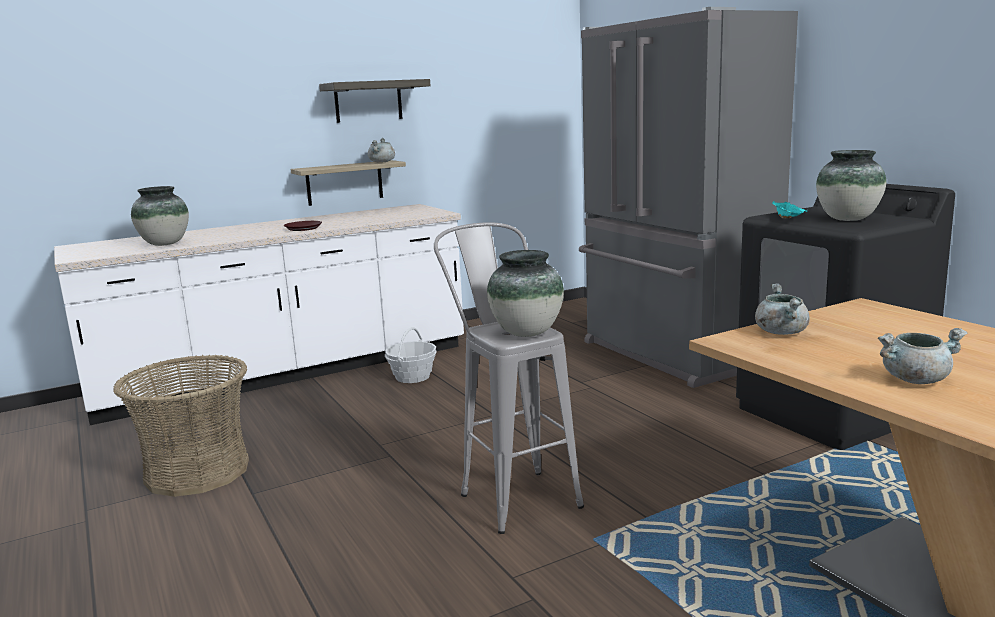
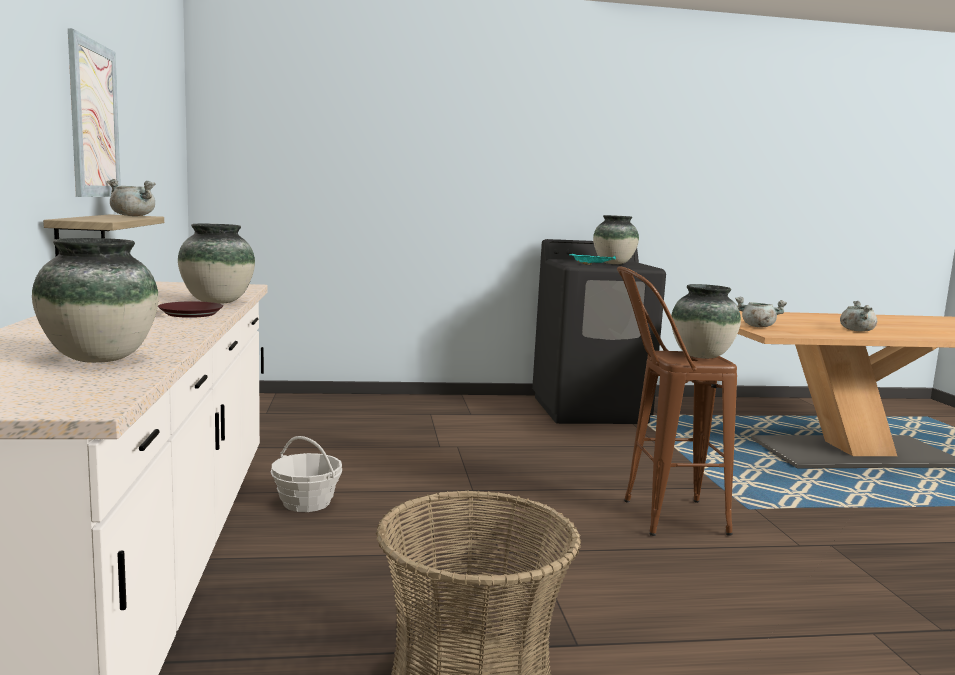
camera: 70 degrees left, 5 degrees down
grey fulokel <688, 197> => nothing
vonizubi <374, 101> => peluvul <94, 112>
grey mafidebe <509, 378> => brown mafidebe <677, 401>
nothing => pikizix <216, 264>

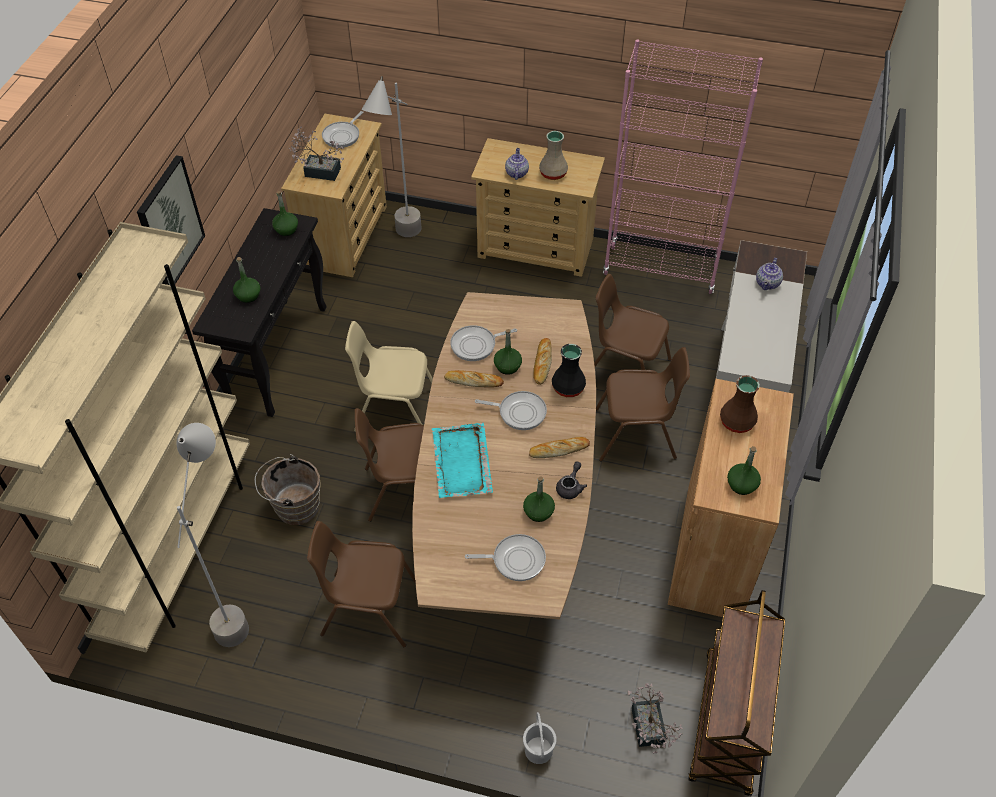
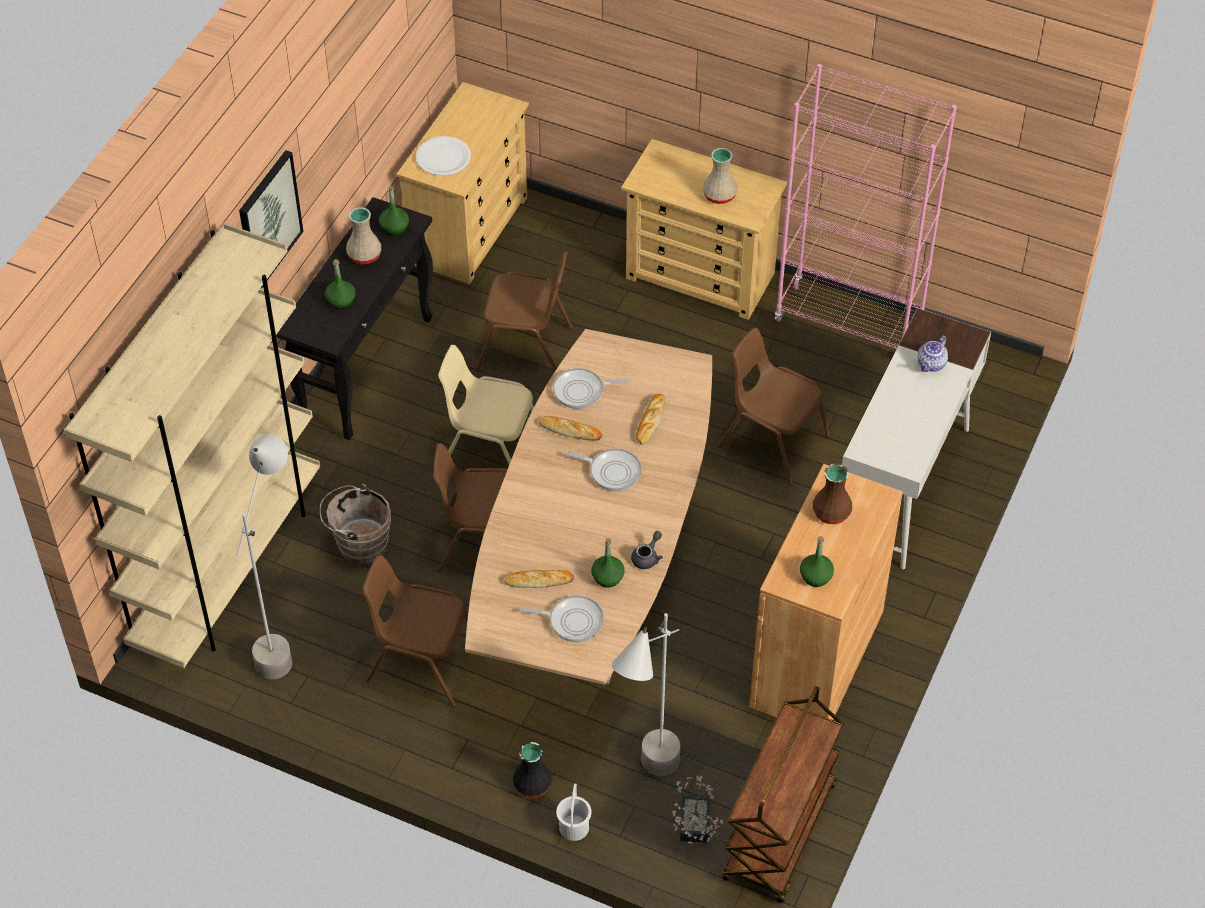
camera: 10 degrees right, 0 degrees up
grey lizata <392, 156> => grey lizata <646, 694>, relocated
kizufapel <342, 129> => nothing
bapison <317, 154> => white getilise <443, 156>
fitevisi <517, 164> => nothing
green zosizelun <508, 352> => nothing
black pikizix <569, 370> => black pikizix <532, 770>, relocated
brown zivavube <643, 404> => brown zivavube <524, 311>, relocated
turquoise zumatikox <462, 460> => nothing
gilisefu <559, 447> => gilisefu <539, 579>, relocated
nothing => beige pikizix <363, 235>

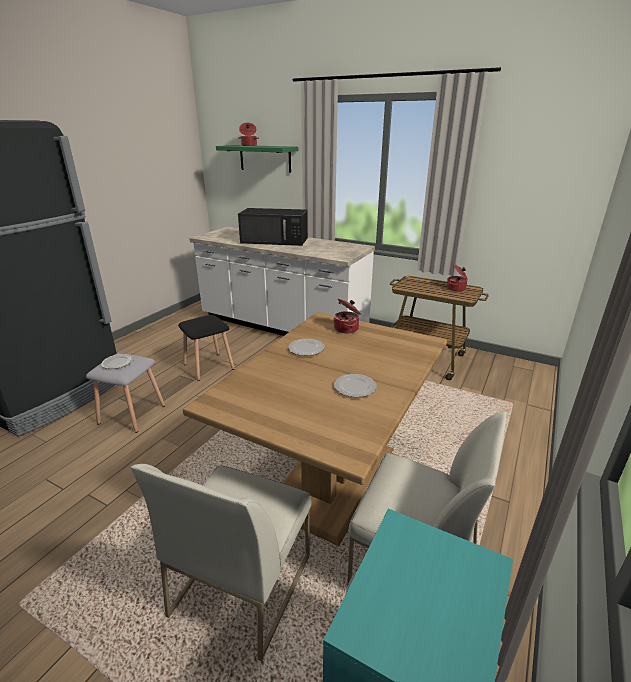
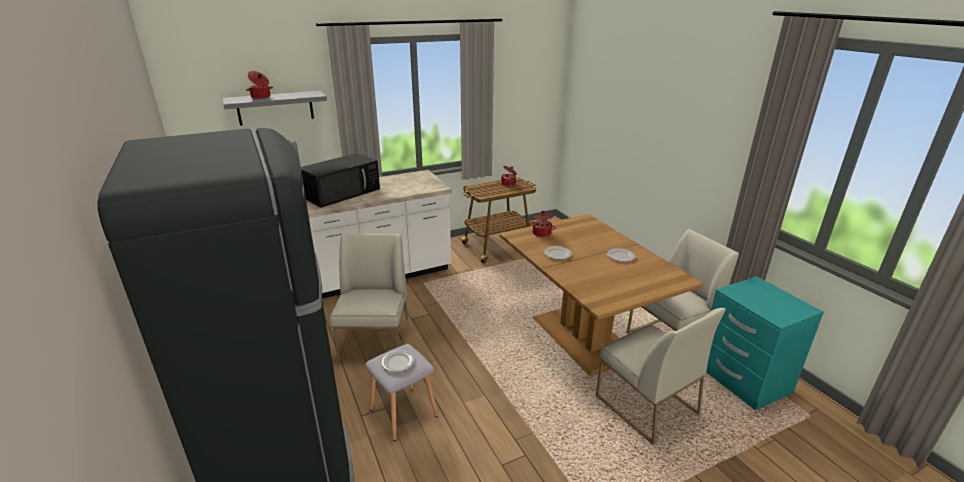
camera: 55 degrees left, 0 degrees up
green vonizubi <257, 159> => grey vonizubi <274, 108>
black mafidebe <206, 348> => white zivavube <369, 298>

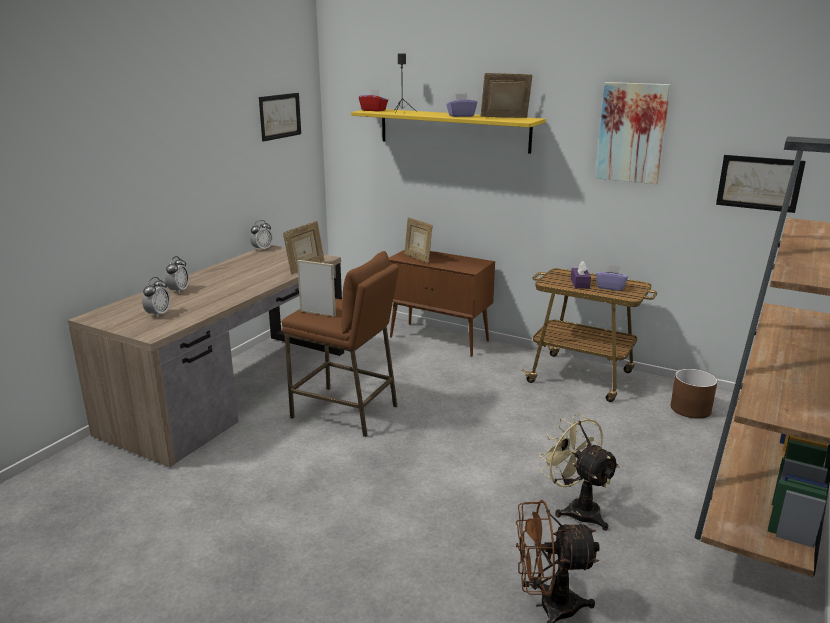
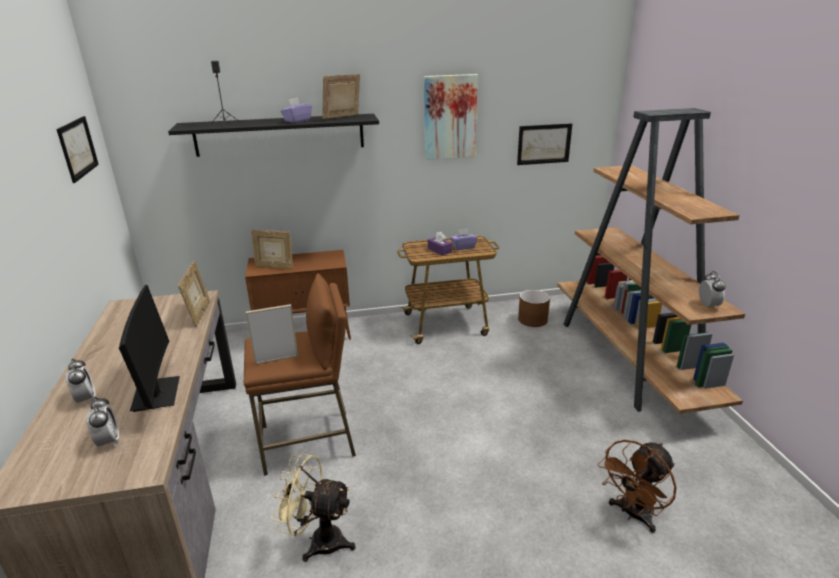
camera: 40 degrees left, 5 degrees up
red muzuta <373, 100> => nothing
yellow vonizubi <448, 131> => black vonizubi <273, 135>
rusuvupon <261, 235> => rusuvupon <712, 290>, relocated
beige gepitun <579, 472> => beige gepitun <313, 508>, relocated
nothing => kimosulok <149, 348>

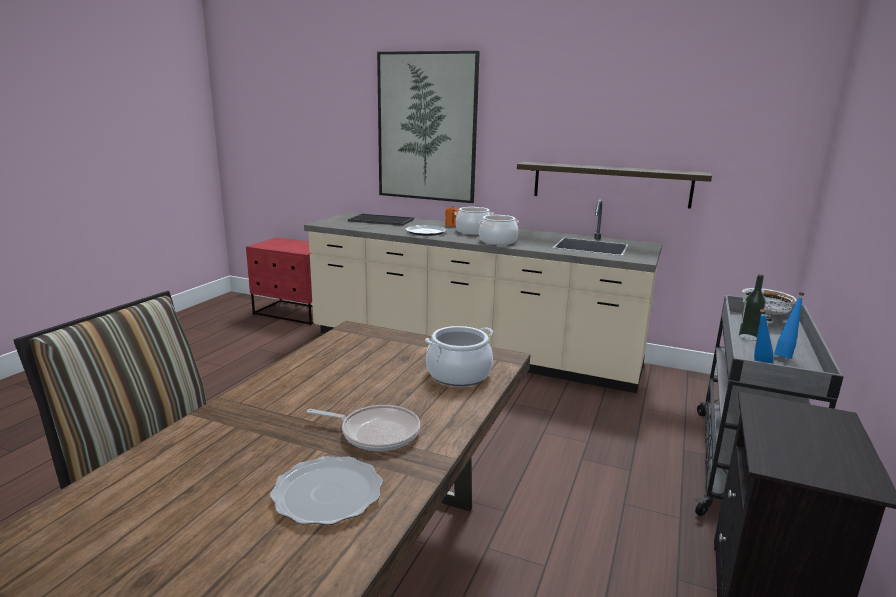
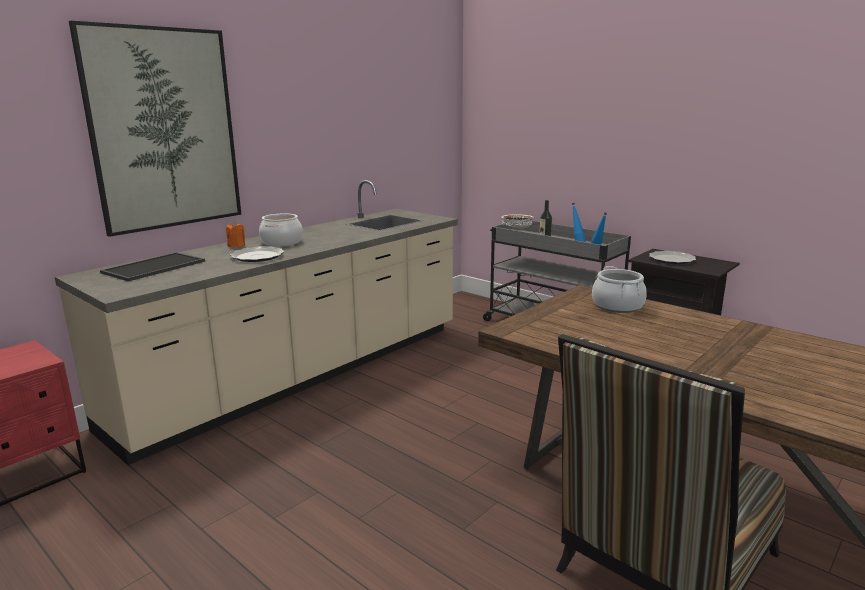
camera: 70 degrees left, 0 degrees up
vonizubi <614, 185> => nothing
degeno <499, 230> => nothing
kizufapel <363, 428> => nothing
getilise <326, 490> => getilise <672, 257>, relocated

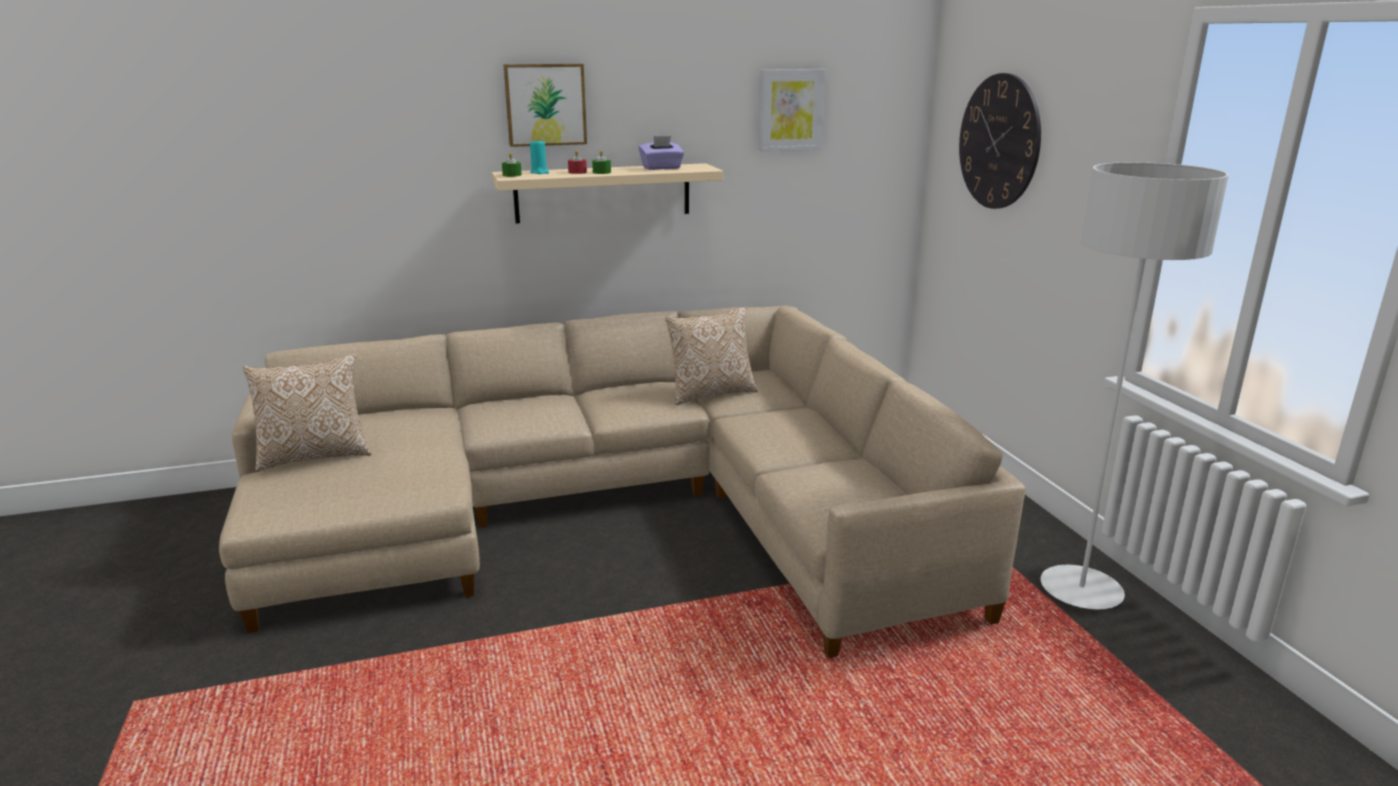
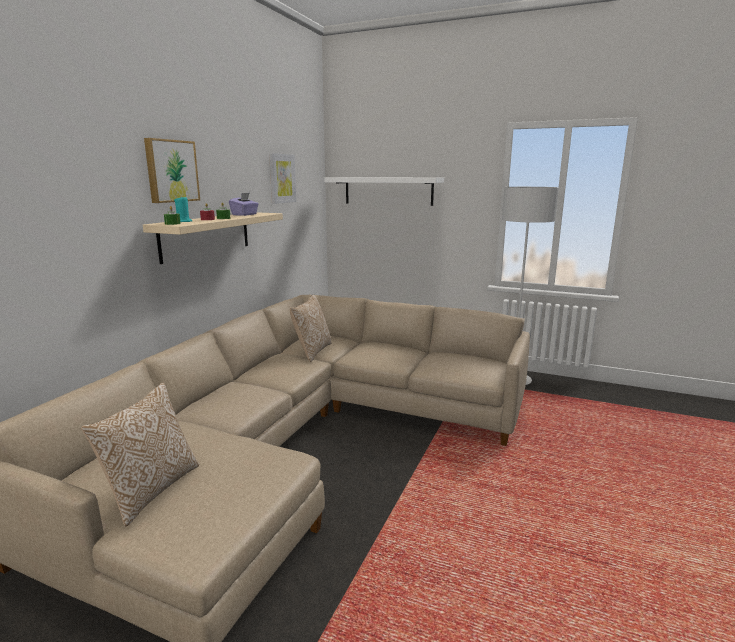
camera: 50 degrees left, 5 degrees down
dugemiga <1000, 141> => white vonizubi <384, 191>

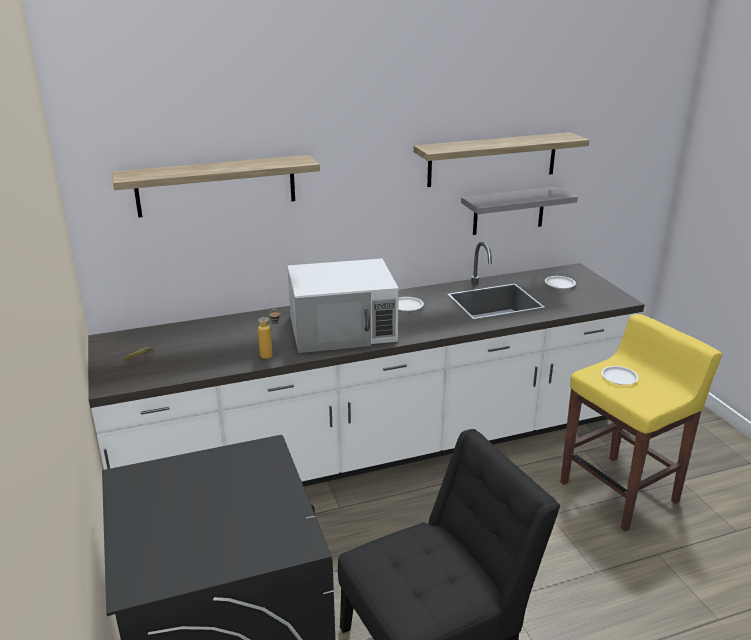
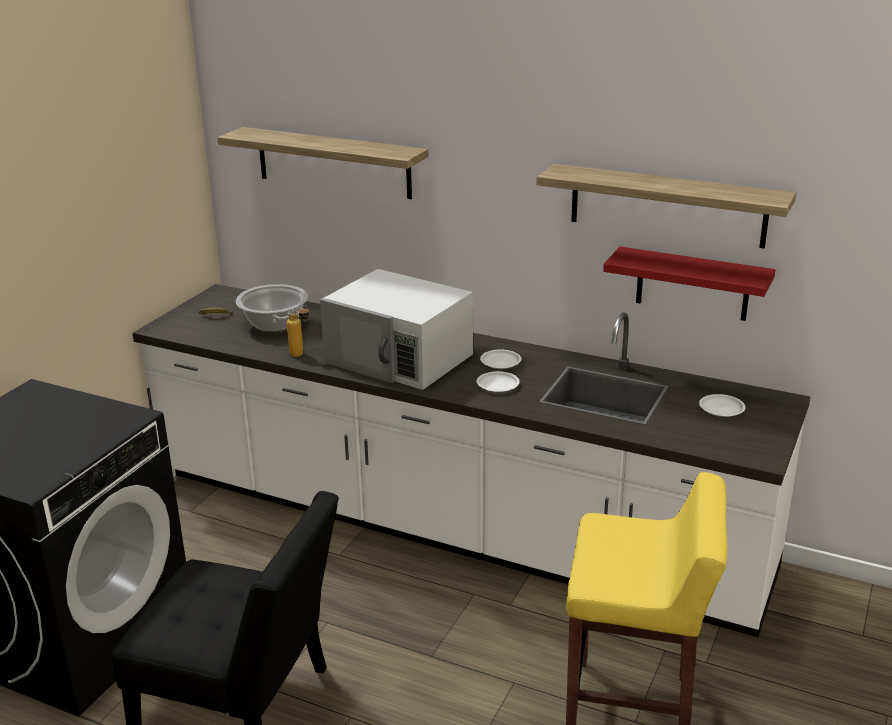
camera: 45 degrees right, 0 degrees up
grey vonizubi <519, 211> => red vonizubi <689, 283>
white getilise <620, 375> => white getilise <498, 381>, relocated
nothing => degeno <272, 308>

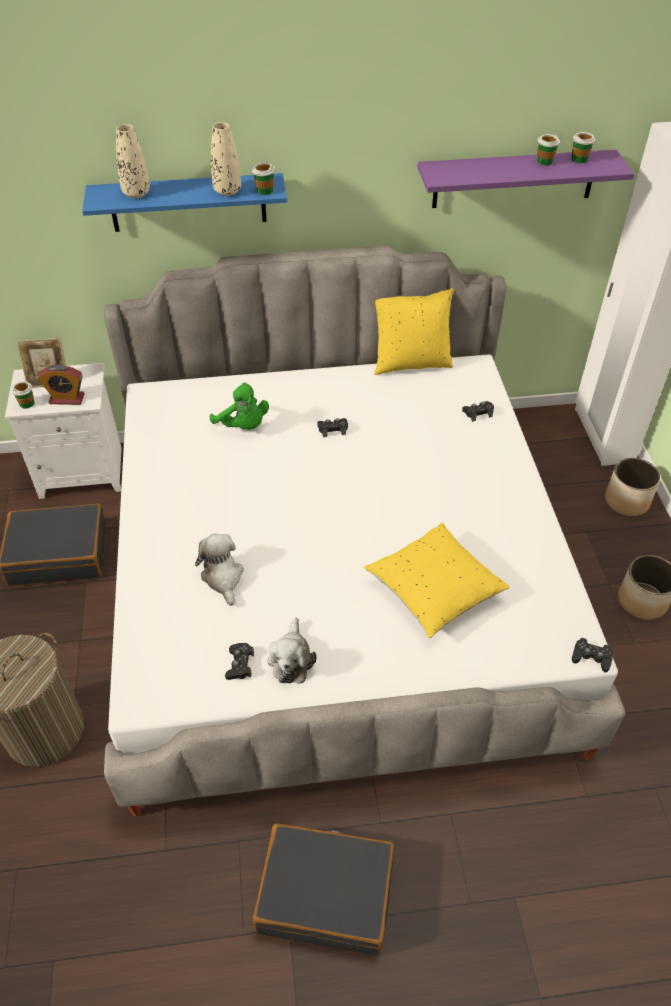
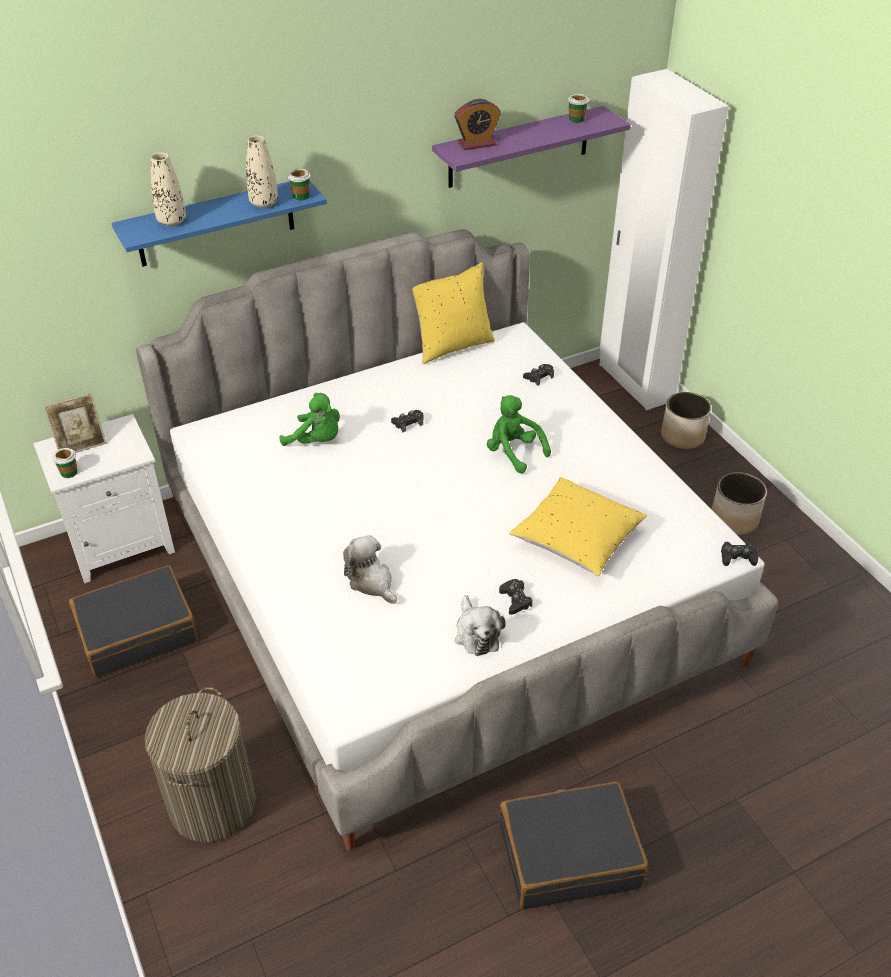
camera: 20 degrees left, 5 degrees down
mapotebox <548, 150> => nothing
rusuvupon <61, 384> => rusuvupon <477, 124>, relocated
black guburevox <239, 661> => black guburevox <515, 597>, relocated
nothing => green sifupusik <519, 434>

